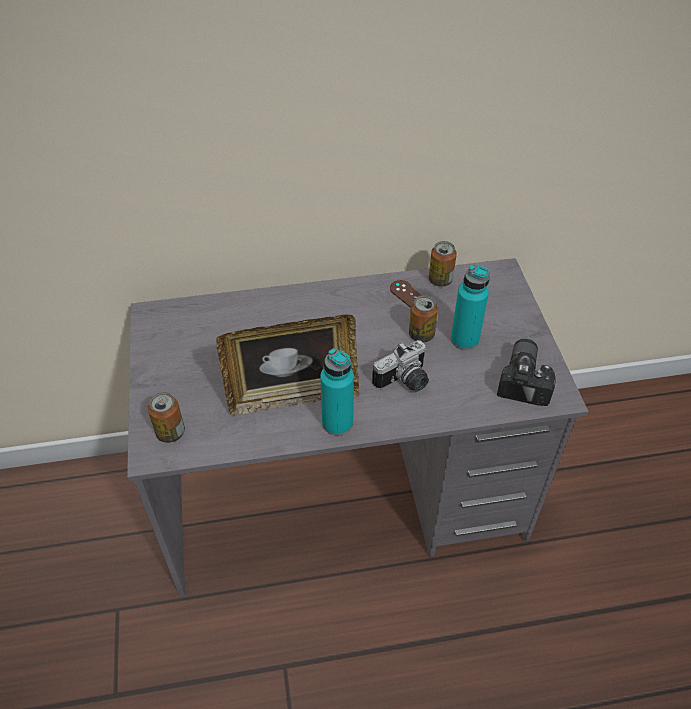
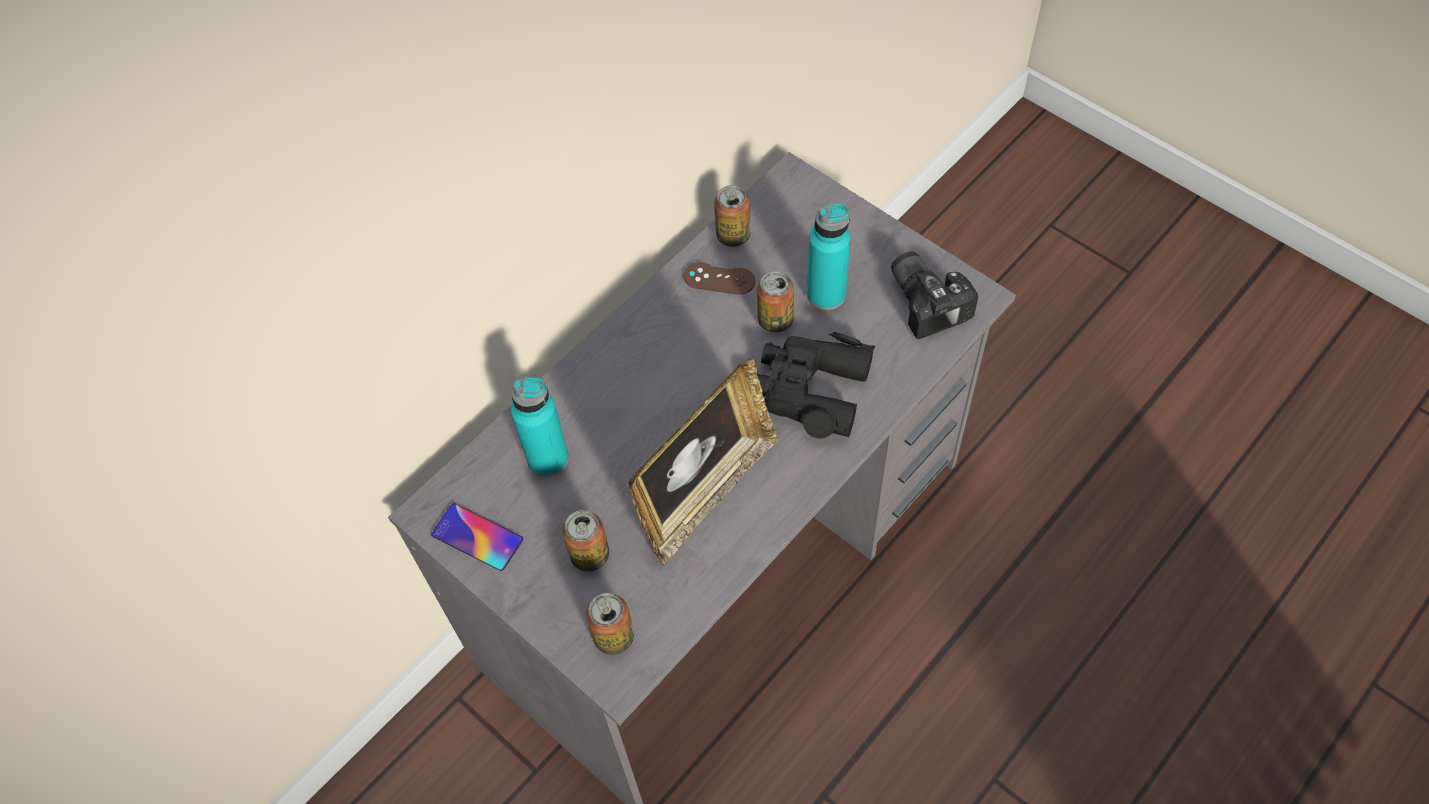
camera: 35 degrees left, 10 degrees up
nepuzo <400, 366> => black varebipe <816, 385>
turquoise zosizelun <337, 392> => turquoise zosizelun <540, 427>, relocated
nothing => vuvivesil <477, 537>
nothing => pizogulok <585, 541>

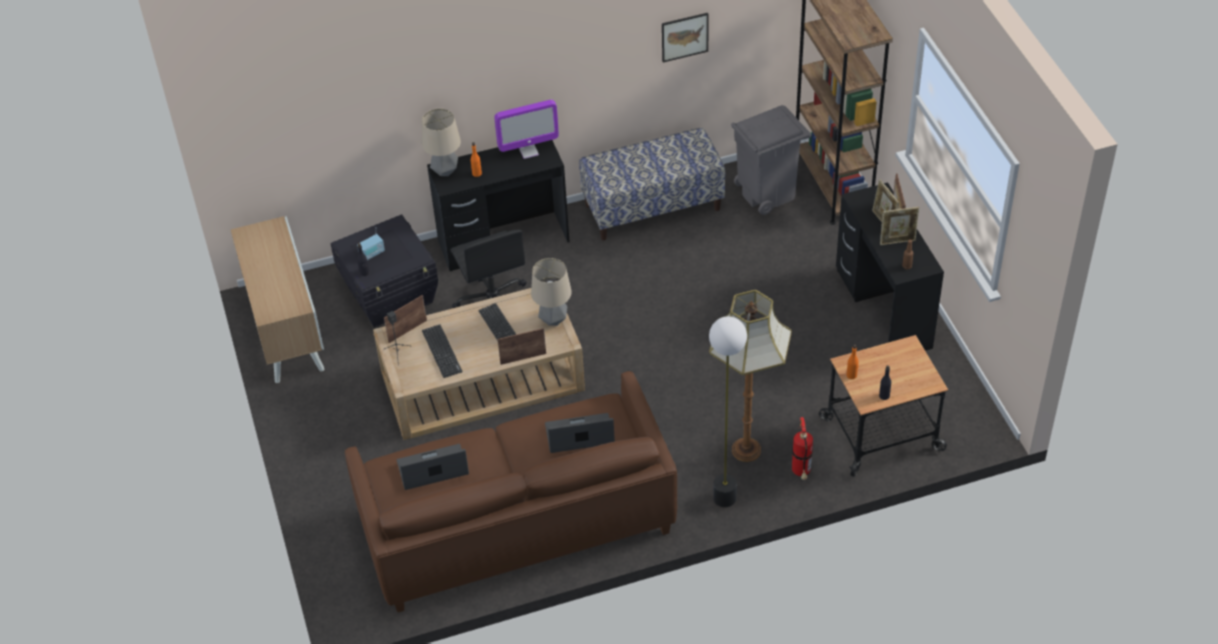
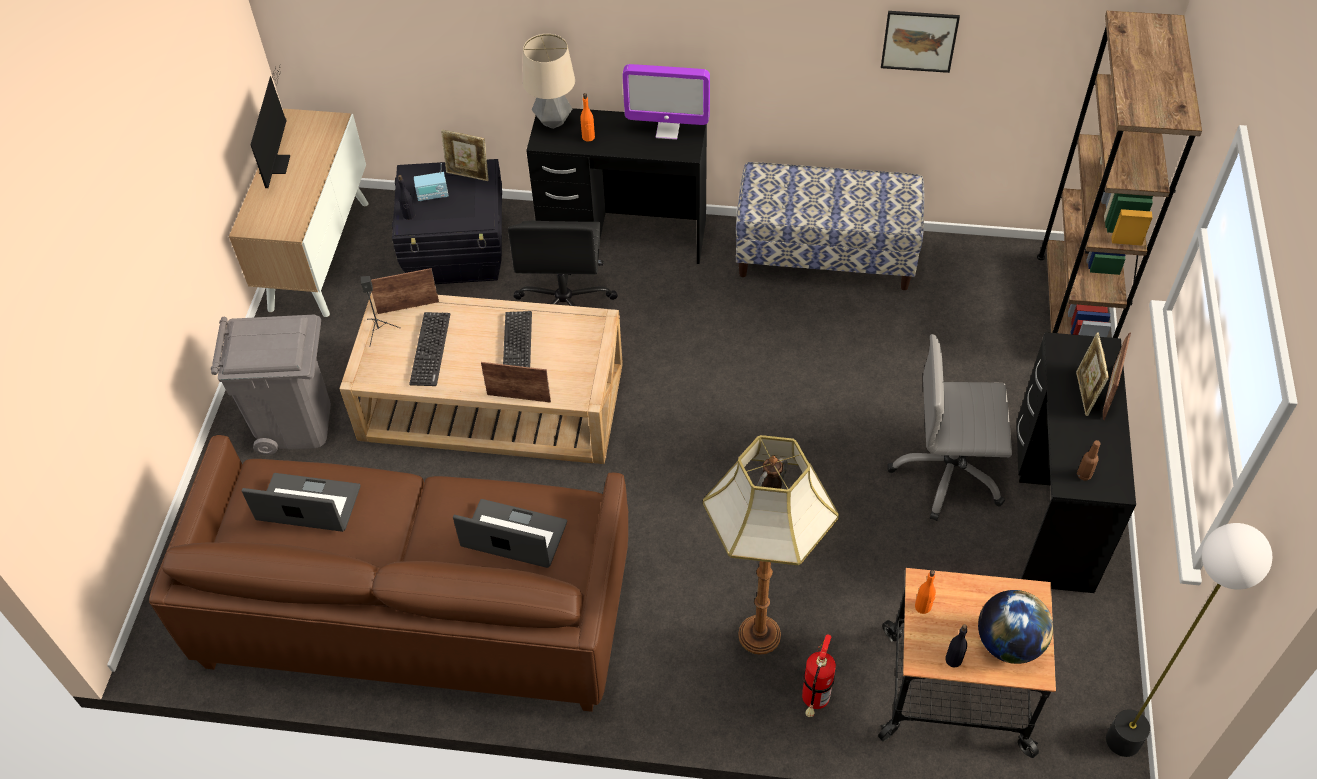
camera: 25 degrees right, 5 degrees up
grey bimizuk <771, 160> => grey bimizuk <271, 385>, relocated
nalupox <899, 226> => nalupox <465, 155>, relocated
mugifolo <551, 292> => nothing
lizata <728, 411> => lizata <1189, 640>, relocated
nothing => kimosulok <270, 127>
nothing => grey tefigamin <949, 427>
nothing => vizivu <1015, 627>

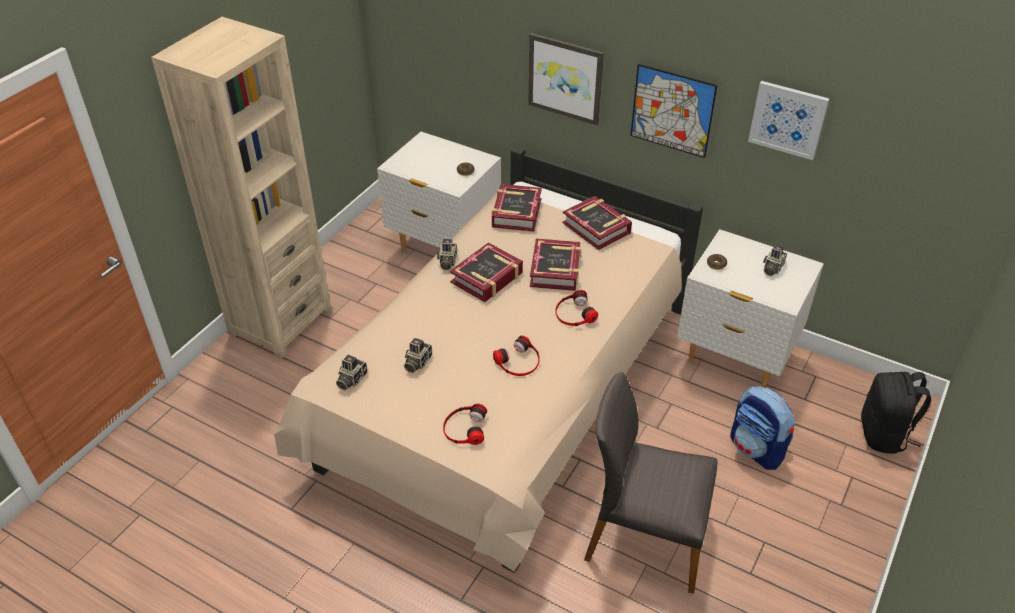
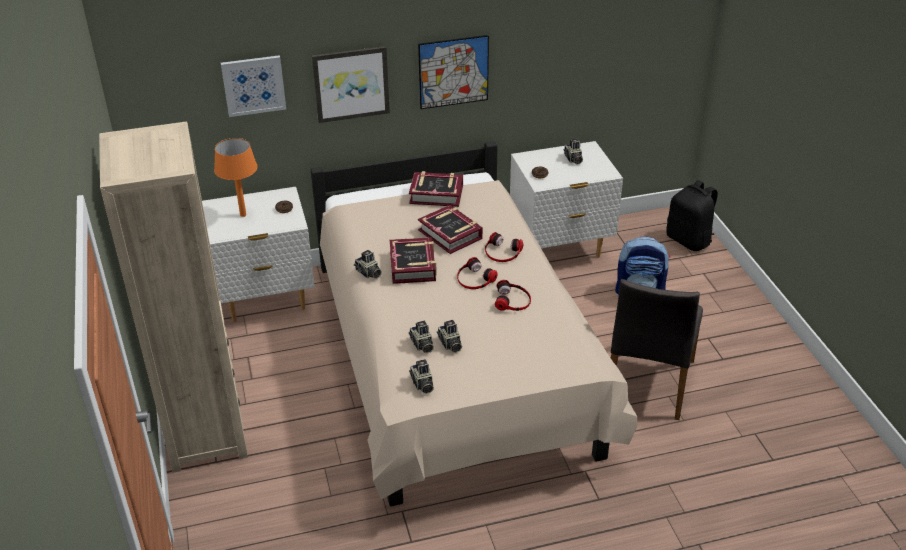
camera: 45 degrees left, 5 degrees down
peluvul <788, 120> => peluvul <253, 86>, relocated
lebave <517, 207> => nothing
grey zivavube <651, 483> => grey zivavube <657, 349>, 45 degrees counterclockwise
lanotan <465, 424> => lanotan <477, 273>, relocated
nothing => orange mugifolo <235, 177>
nothing => nepuzo <421, 337>

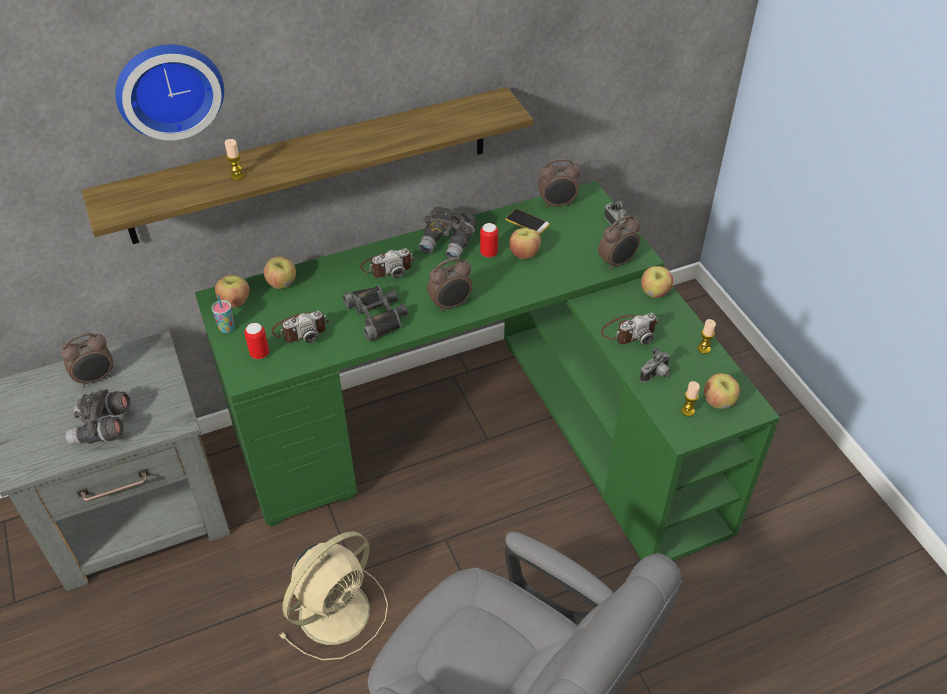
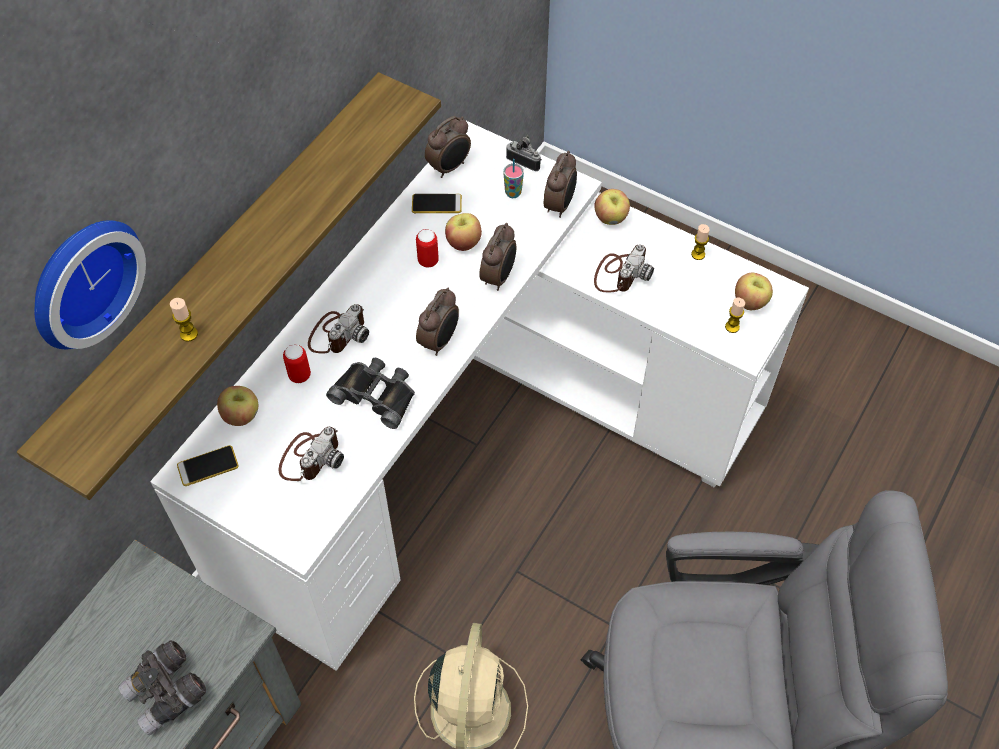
camera: 35 degrees left, 10 degrees up
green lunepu <487, 371> => white lunepu <479, 395>
grey varebipe <447, 233> => nothing
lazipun <232, 291> => vuvivesil <208, 465>
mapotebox <223, 314> => mapotebox <513, 178>, relocated
pizogulok <257, 341> => pizogulok <297, 364>, relocated
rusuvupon <87, 360> => rusuvupon <497, 257>, relocated
nepuzo <655, 365> => nothing

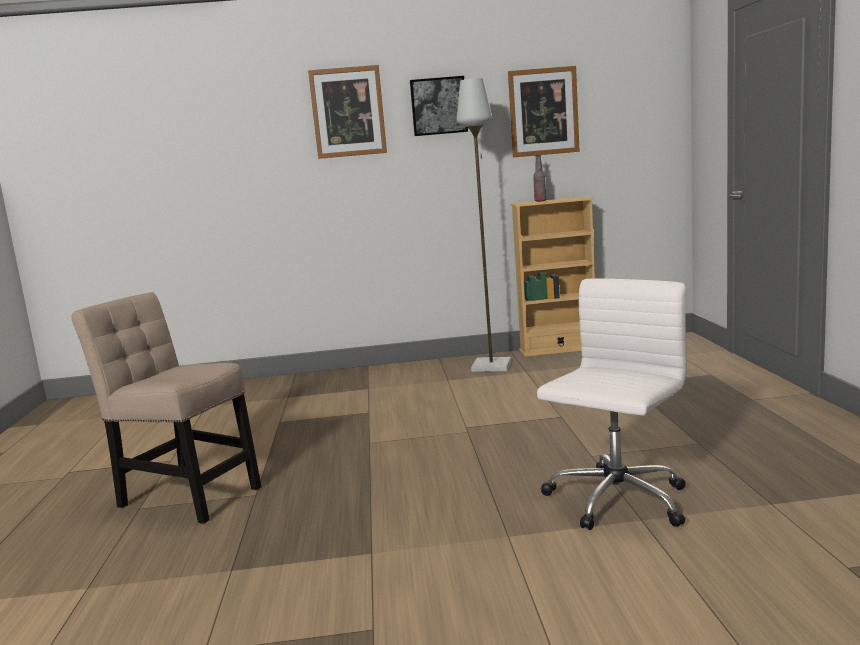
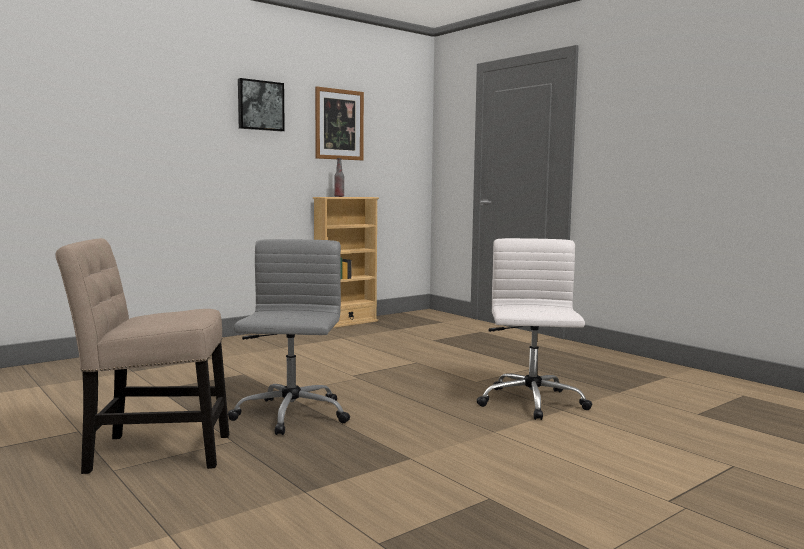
camera: 35 degrees left, 5 degrees down
peluvul <347, 112> => nothing
grey lizata <484, 225> => nothing
nothing => grey tefigamin <289, 337>

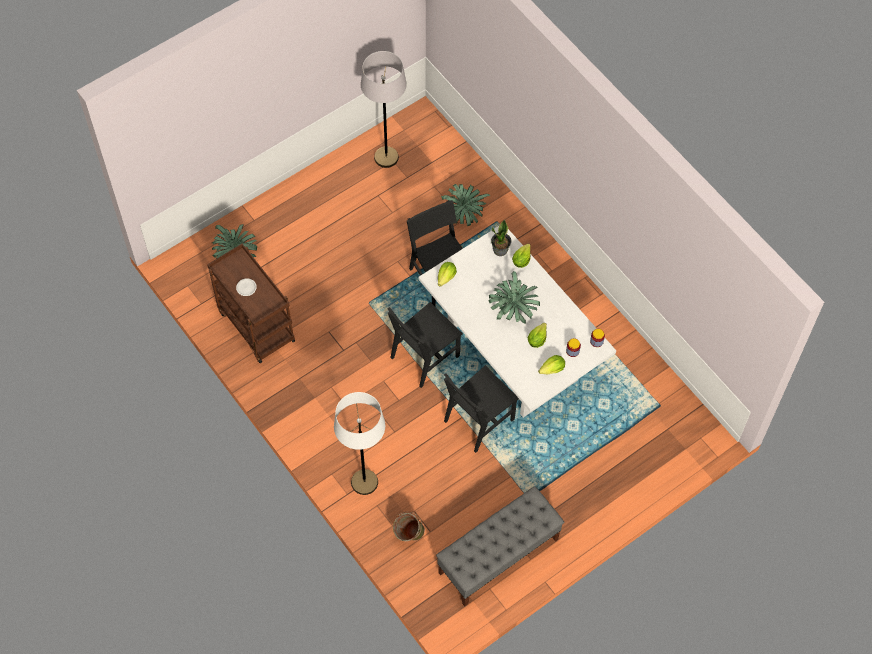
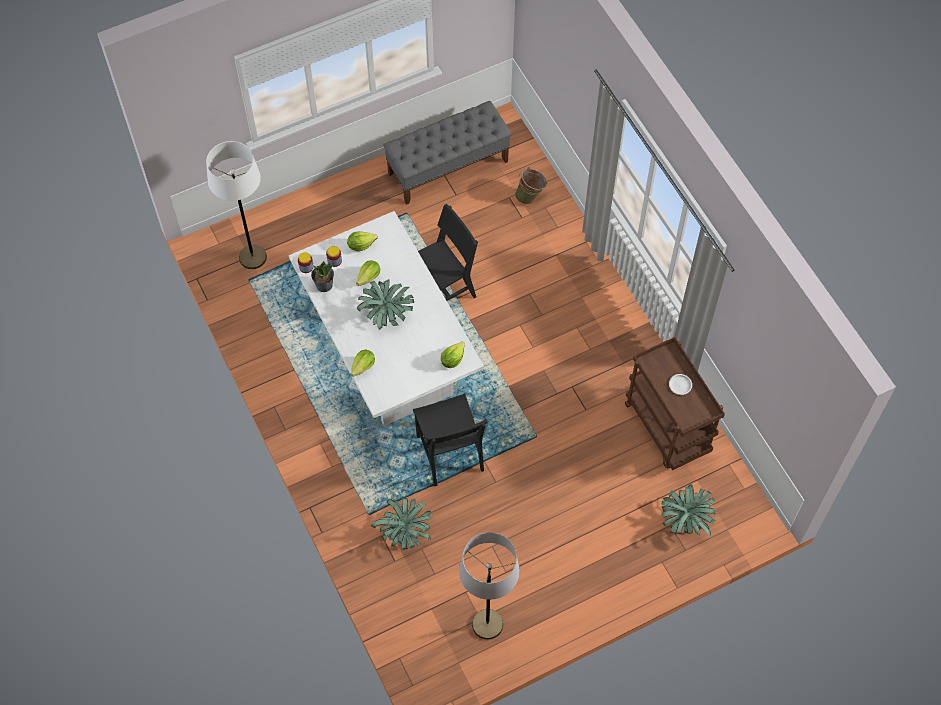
camera: 170 degrees left, 0 degrees up
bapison <501, 238> => bapison <322, 276>, relocated
black zivavube <425, 345> => nothing
white lizata <359, 443> => white lizata <236, 205>, relocated

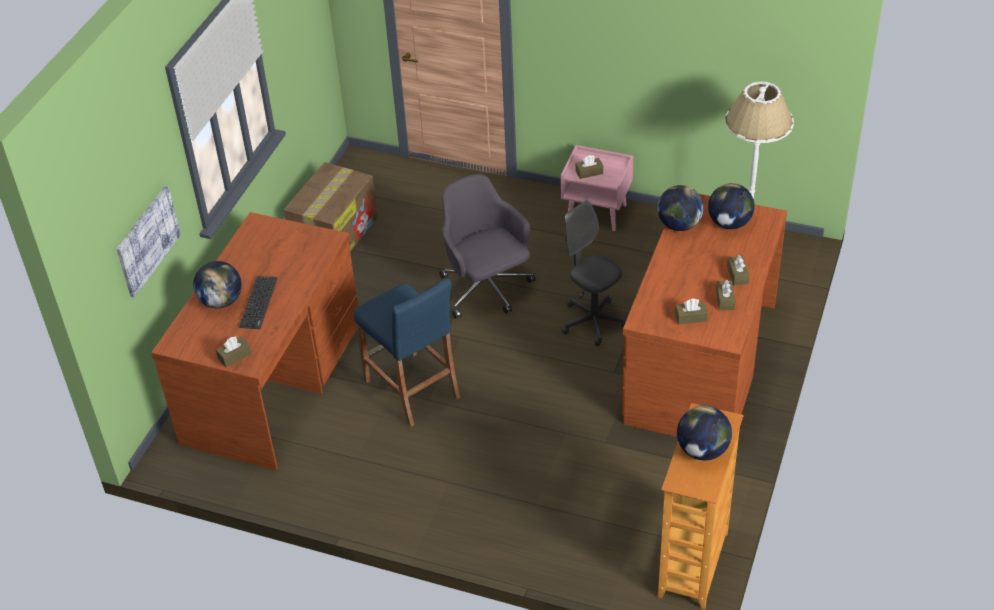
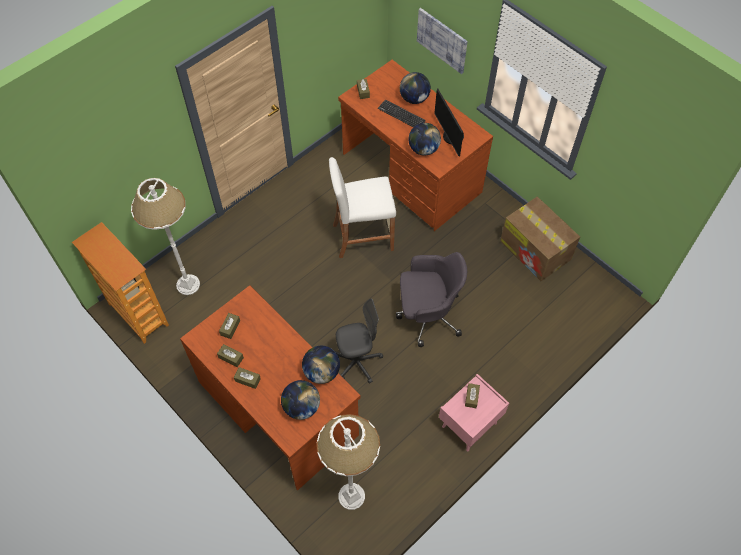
camera: 115 degrees right, 15 degrees up
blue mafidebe <407, 352> => white mafidebe <362, 207>
vizivu <704, 433> => vizivu <425, 139>, relocated
nothing => kimosulok <449, 122>
nothing => white lizata <165, 236>

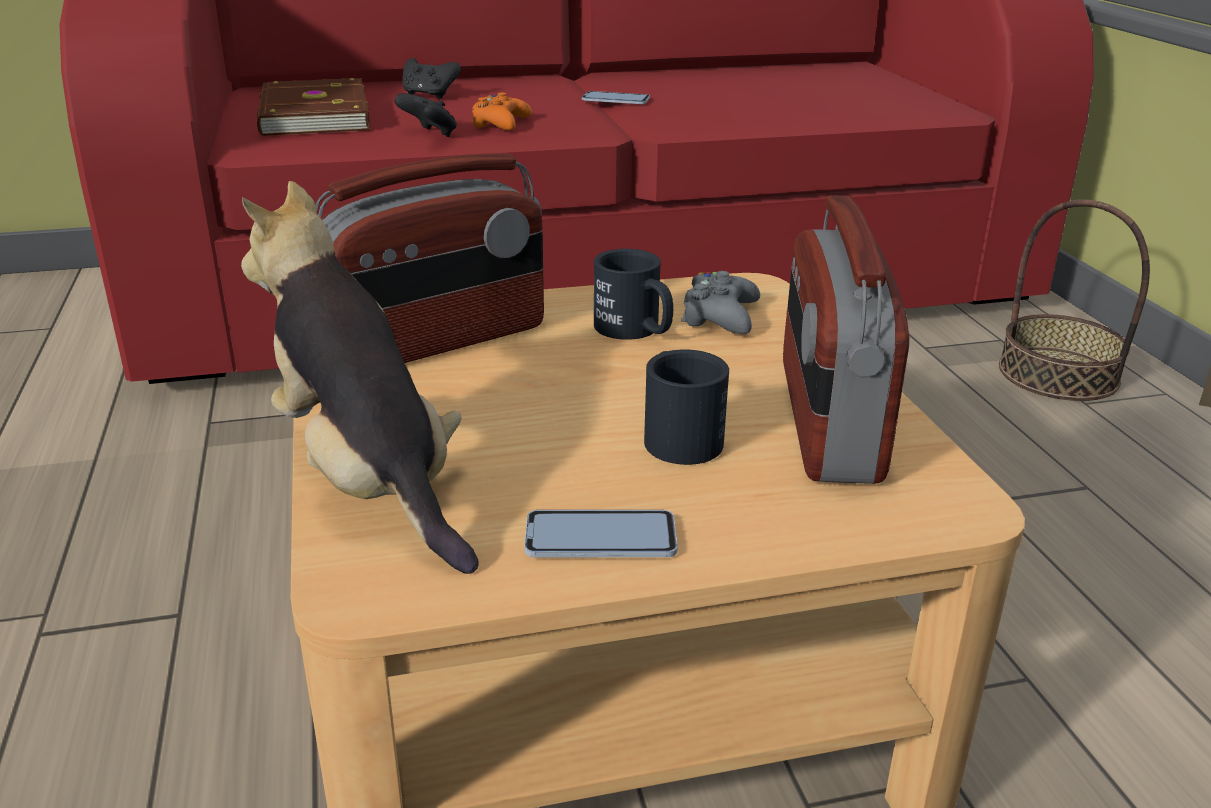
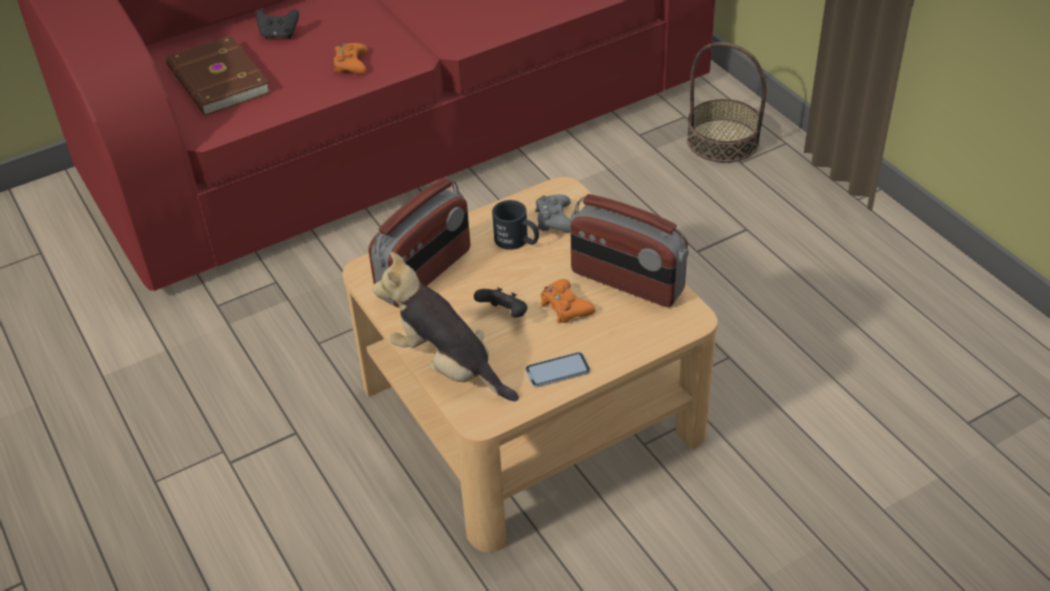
camera: 15 degrees left, 15 degrees up
vuvivesil <616, 97> => nothing
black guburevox <426, 115> => black guburevox <501, 302>, relocated
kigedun <846, 339> => kigedun <629, 250>, 45 degrees counterclockwise
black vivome <686, 407> => orange guburevox <568, 301>

